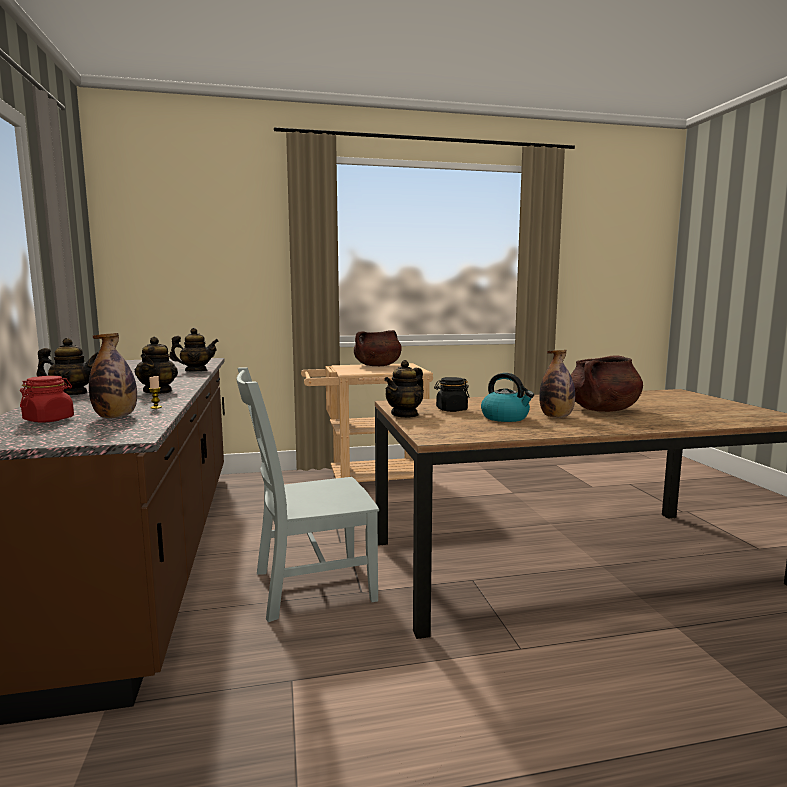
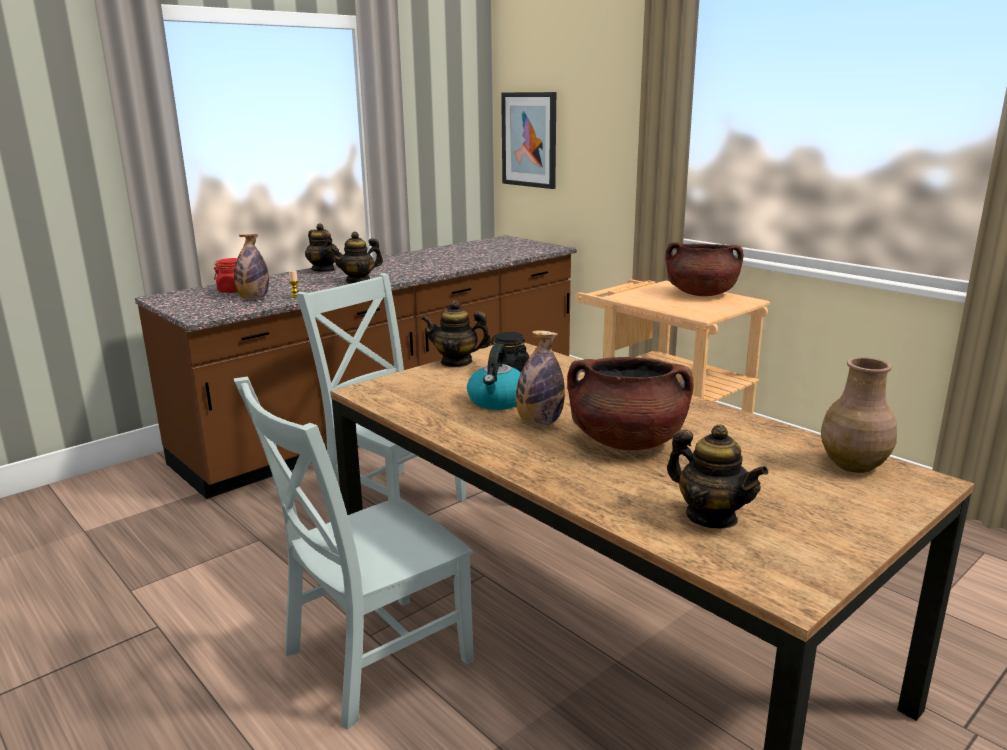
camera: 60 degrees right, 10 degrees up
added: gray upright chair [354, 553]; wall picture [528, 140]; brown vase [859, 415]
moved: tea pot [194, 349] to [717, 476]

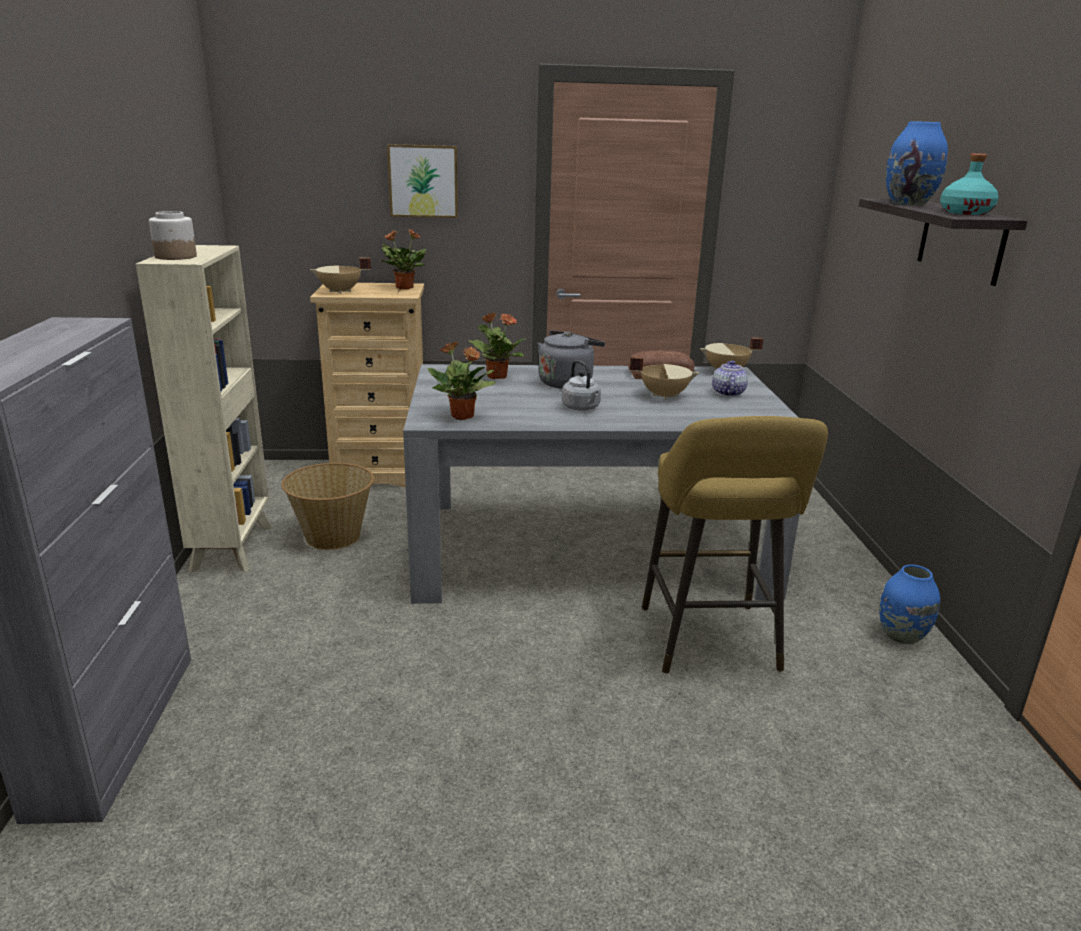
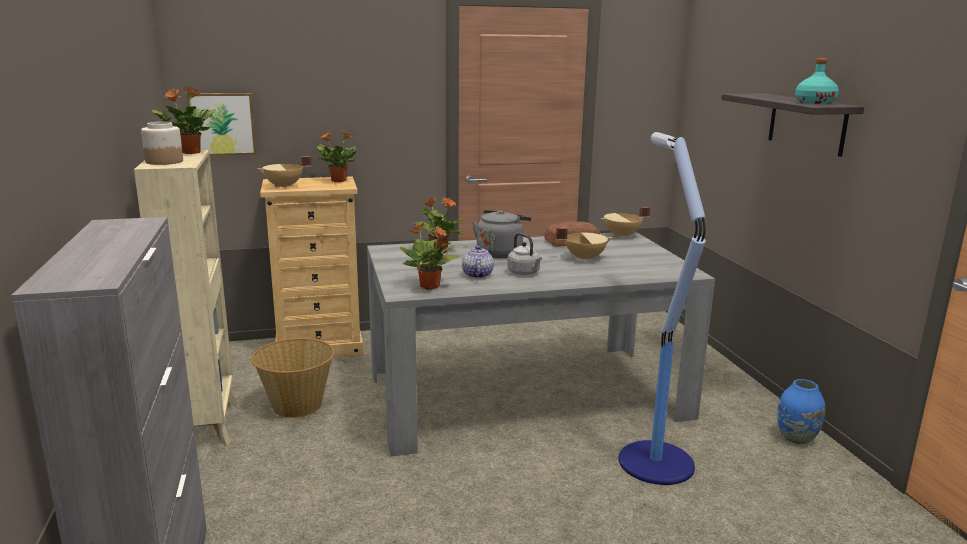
camera: 10 degrees left, 5 degrees down
removed: blue-coloured vase [917, 163]
added: potted plant [184, 120]
moved: wall picture [422, 181] to [222, 124]; tea pot [730, 378] to [478, 261]
replaced: yellowish sitting stool [735, 544] to standing lamp [662, 308]

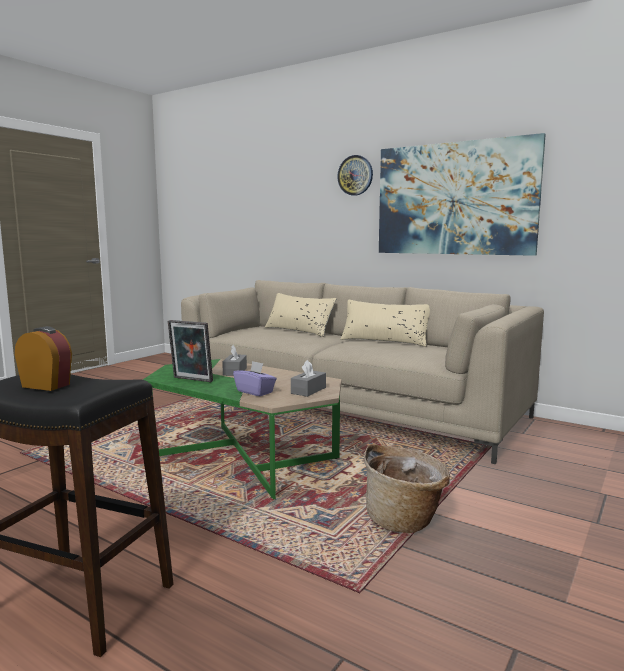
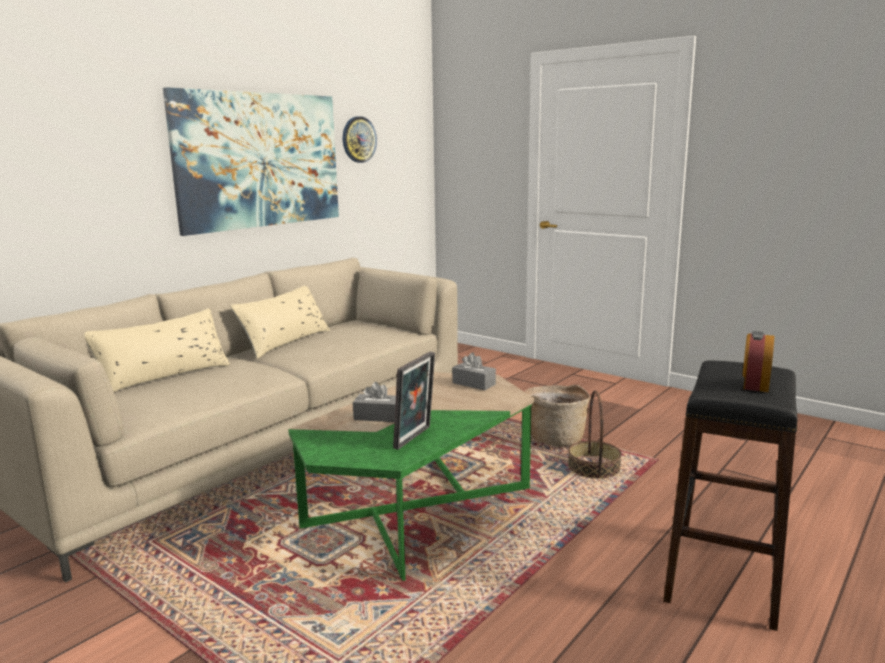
camera: 85 degrees left, 5 degrees up
removed: purple tissue holder [255, 378]
added: storage basket [595, 434]
moved: clock on the wall [355, 175] to [360, 139]

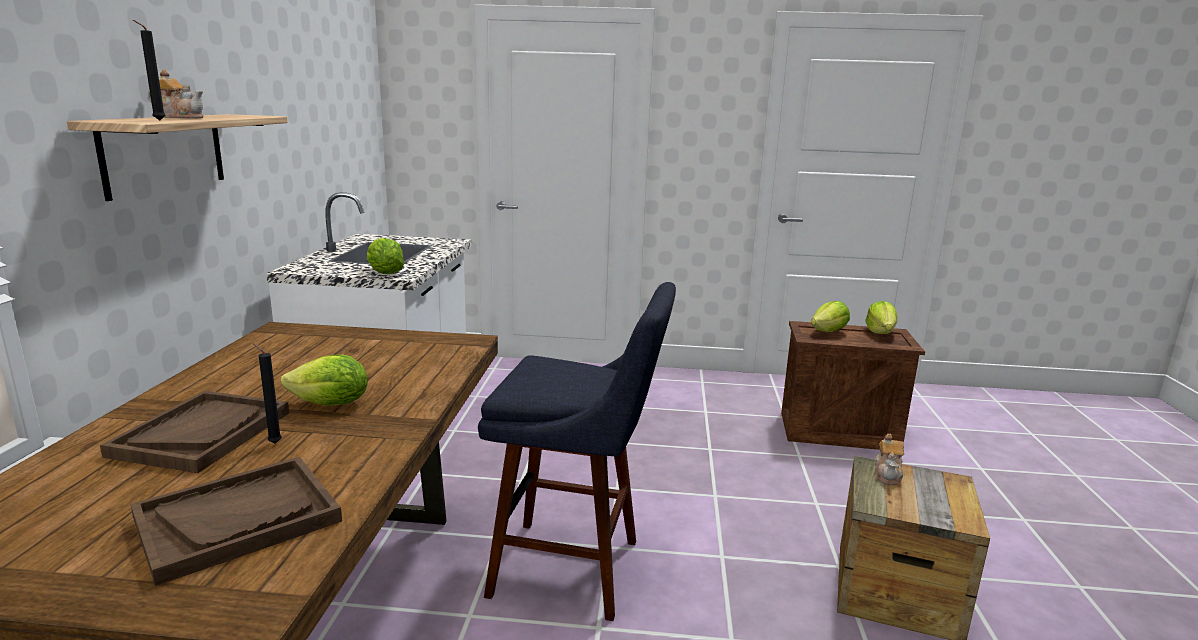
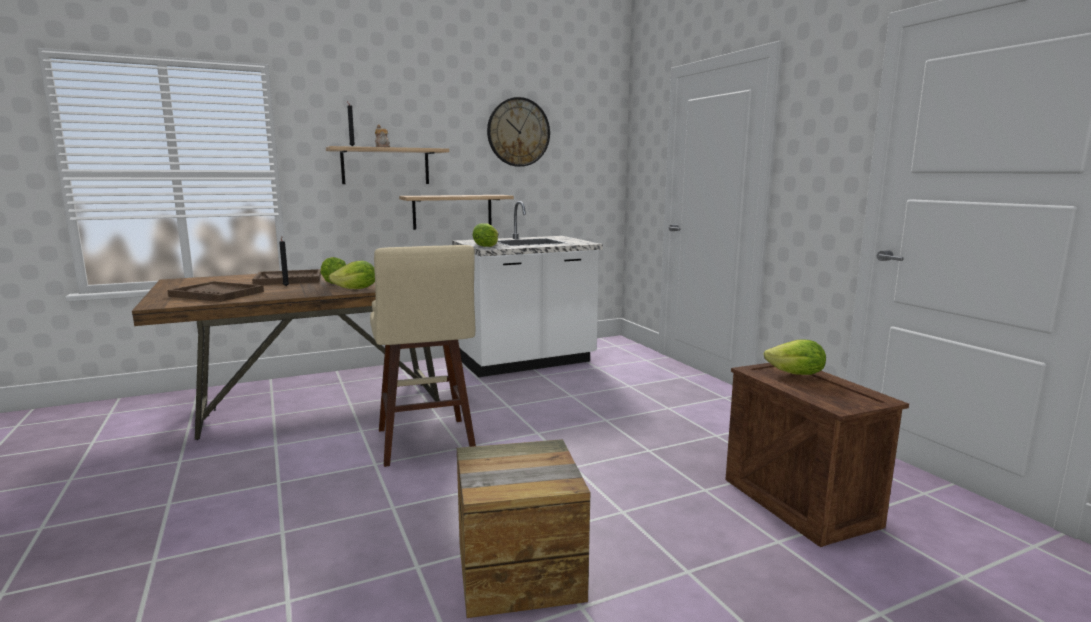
camera: 60 degrees right, 5 degrees down
removed: tea pot [889, 459]
added: wall shelf [456, 212]; clock on the wall [518, 132]
moved: lettuce [881, 317] to [351, 275]
recoloured: blue-coloured sitting stool [577, 451] to beige sitting stool [423, 356]

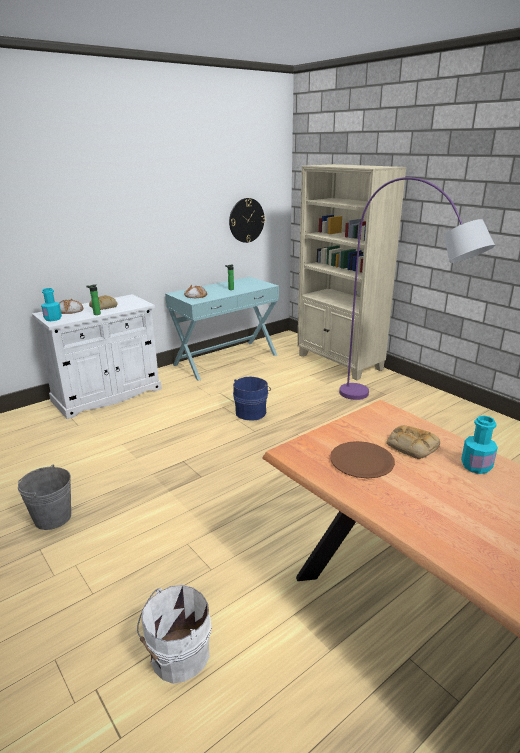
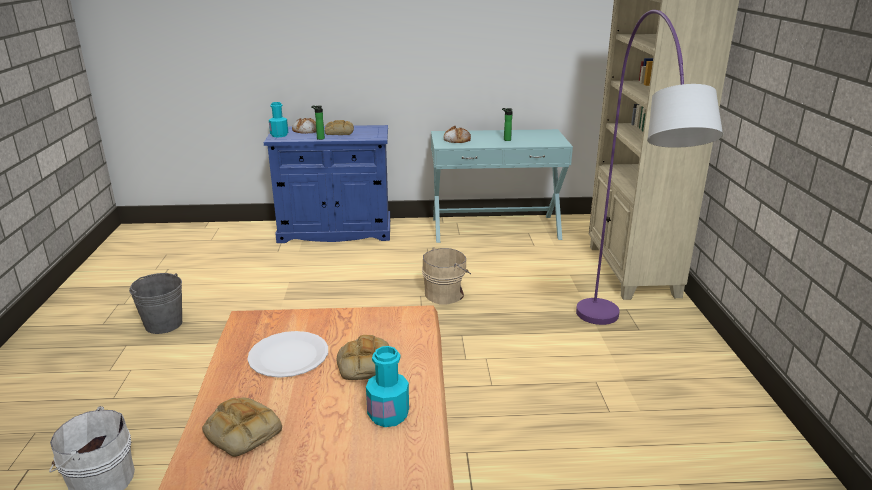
camera: 35 degrees right, 0 degrees up
removed: clock on the wall [247, 220]
added: bread [242, 427]
recoloured: white cupboard [97, 356] to blue-coloured cupboard [327, 184]; blue-coloured water bucket [252, 399] to beige water bucket [446, 275]; brown flat dish [362, 460] to white flat dish [287, 354]

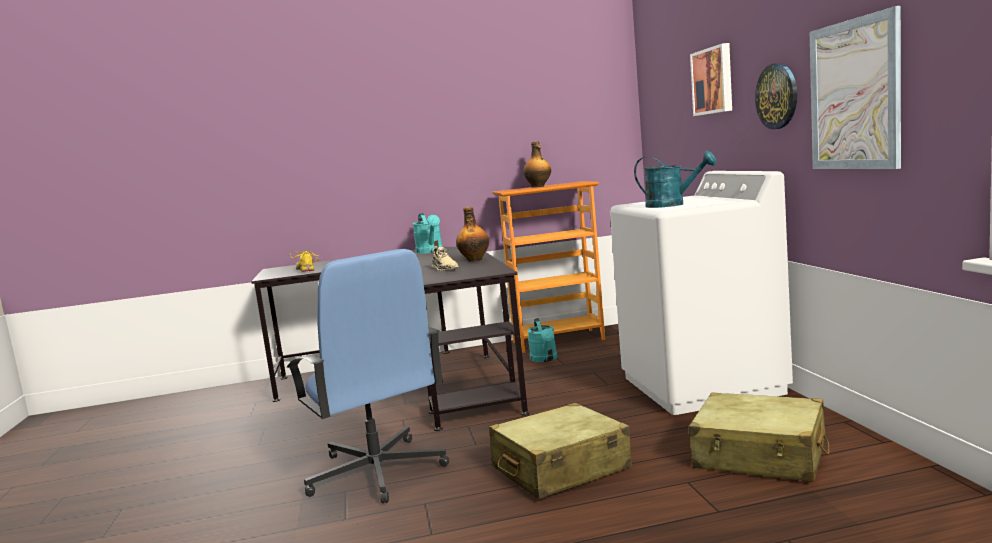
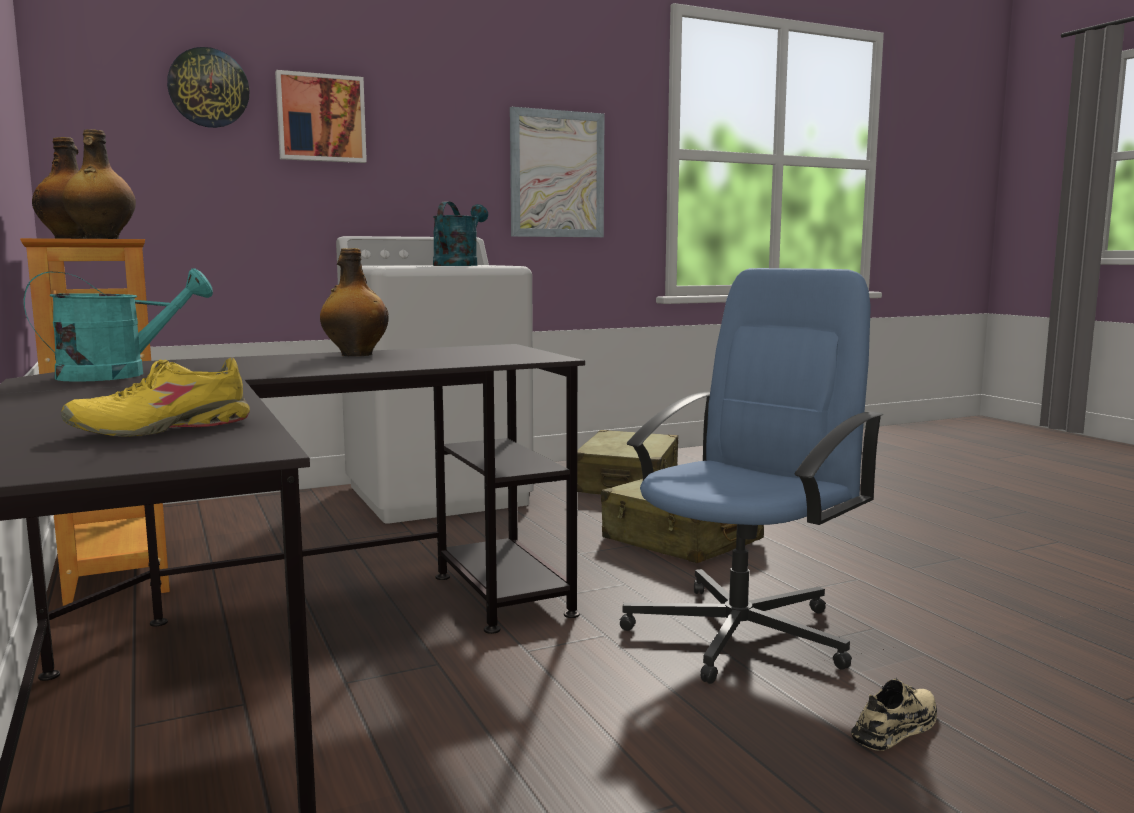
camera: 105 degrees left, 0 degrees up
removed: blue-green watering pot [542, 340]
added: drink bottle [99, 184]
moved: beige item of footwear [445, 258] to [894, 714]; clock on the wall [776, 96] to [208, 87]

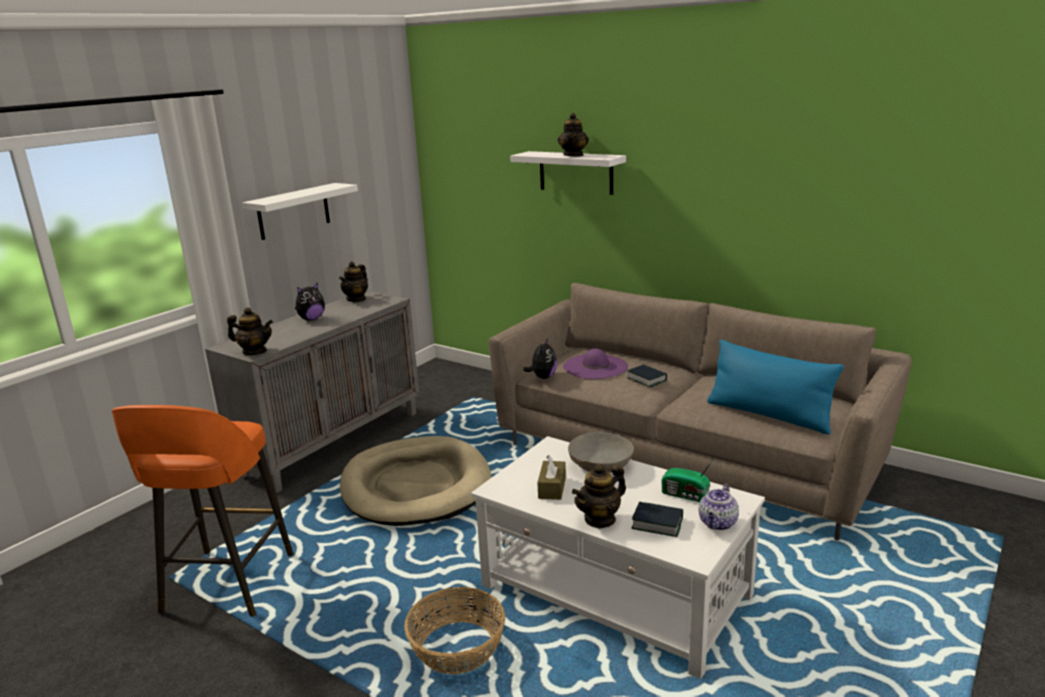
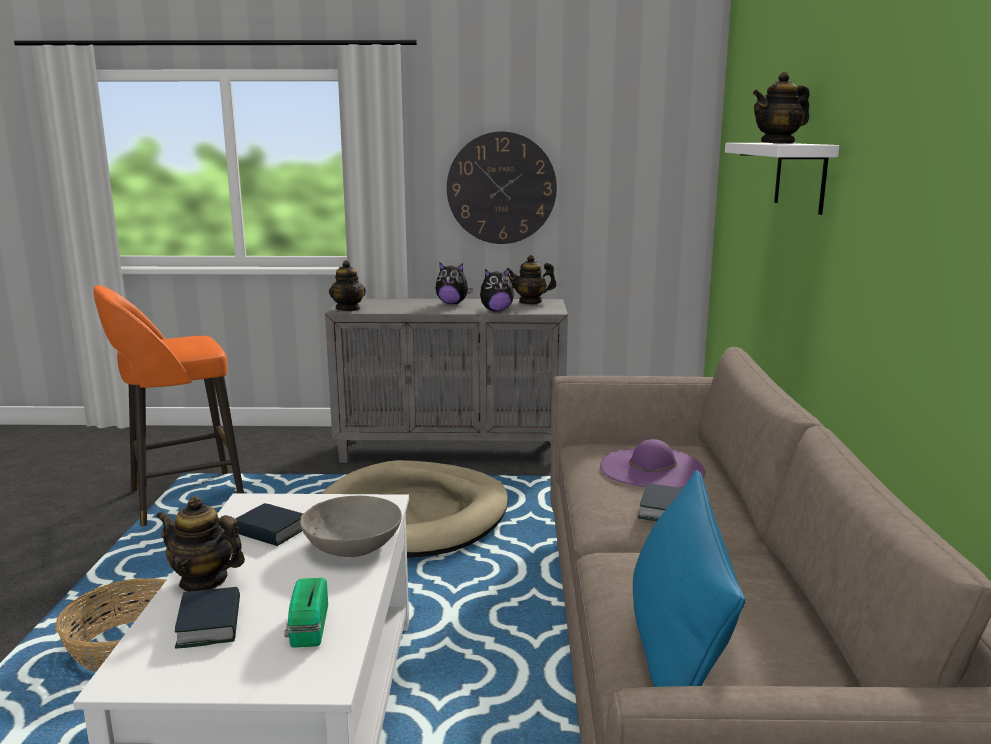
camera: 55 degrees right, 5 degrees down
removed: tea pot [718, 507]
moved: cuddly toy [540, 358] to [497, 290]
replaced: white wall shelf [300, 211] to clock on the wall [502, 187]; brown tissue holder [551, 477] to bound book [269, 524]

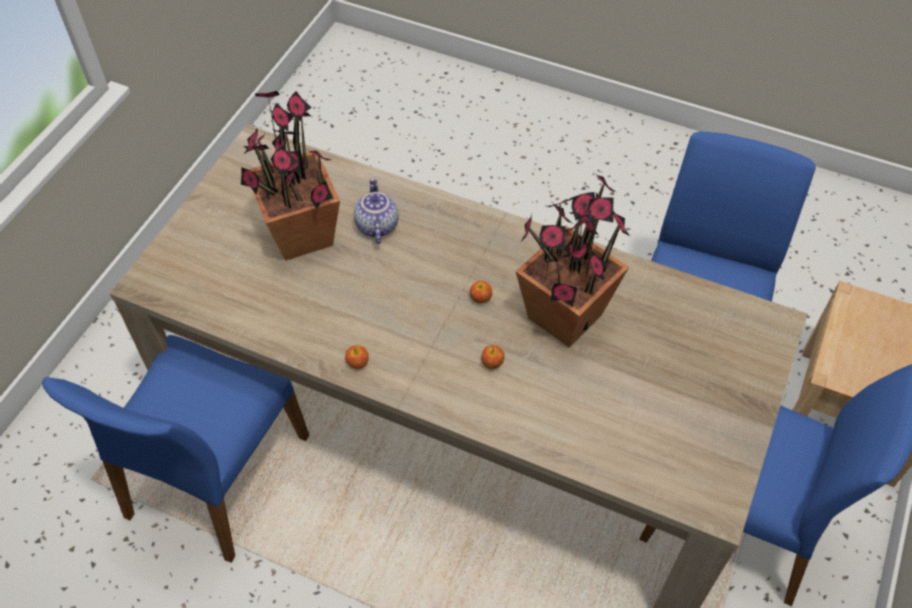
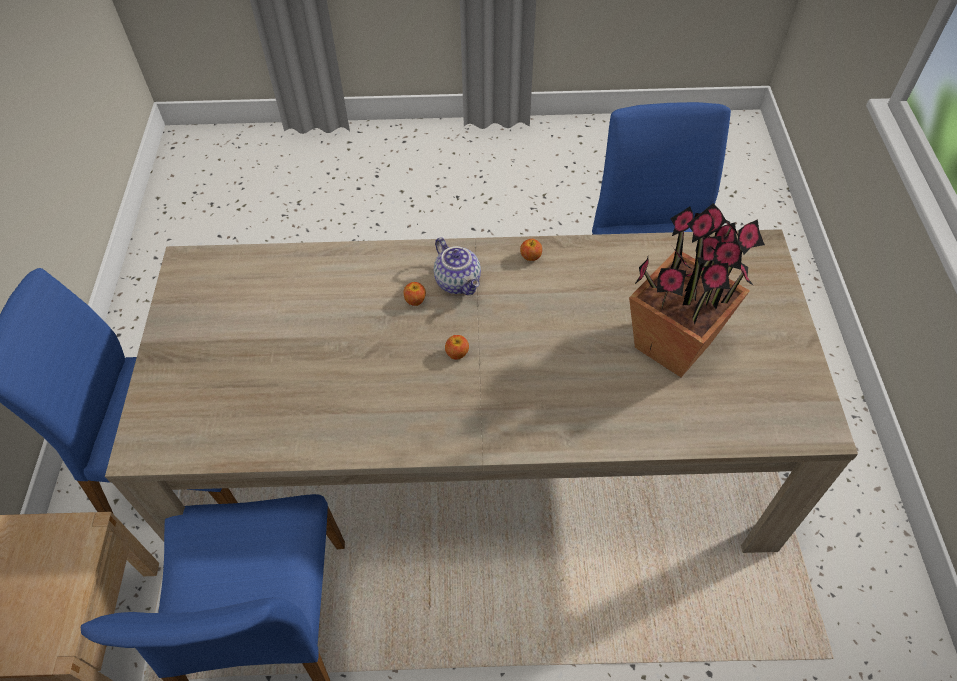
camera: 155 degrees right, 0 degrees up
removed: potted plant [572, 261]
moved: tea pot [376, 210] to [457, 266]

